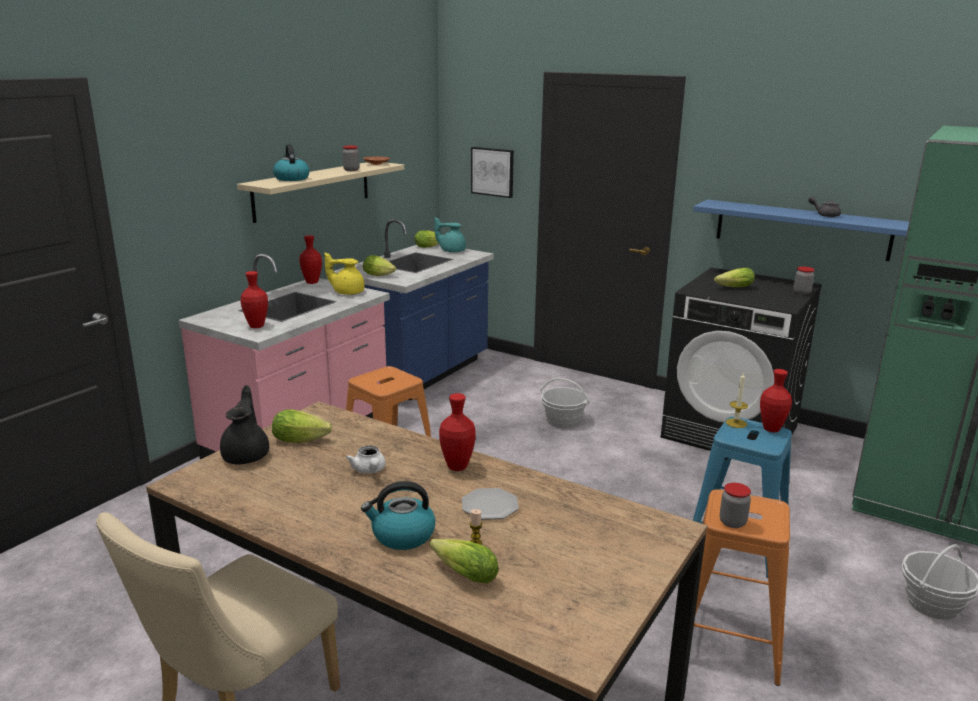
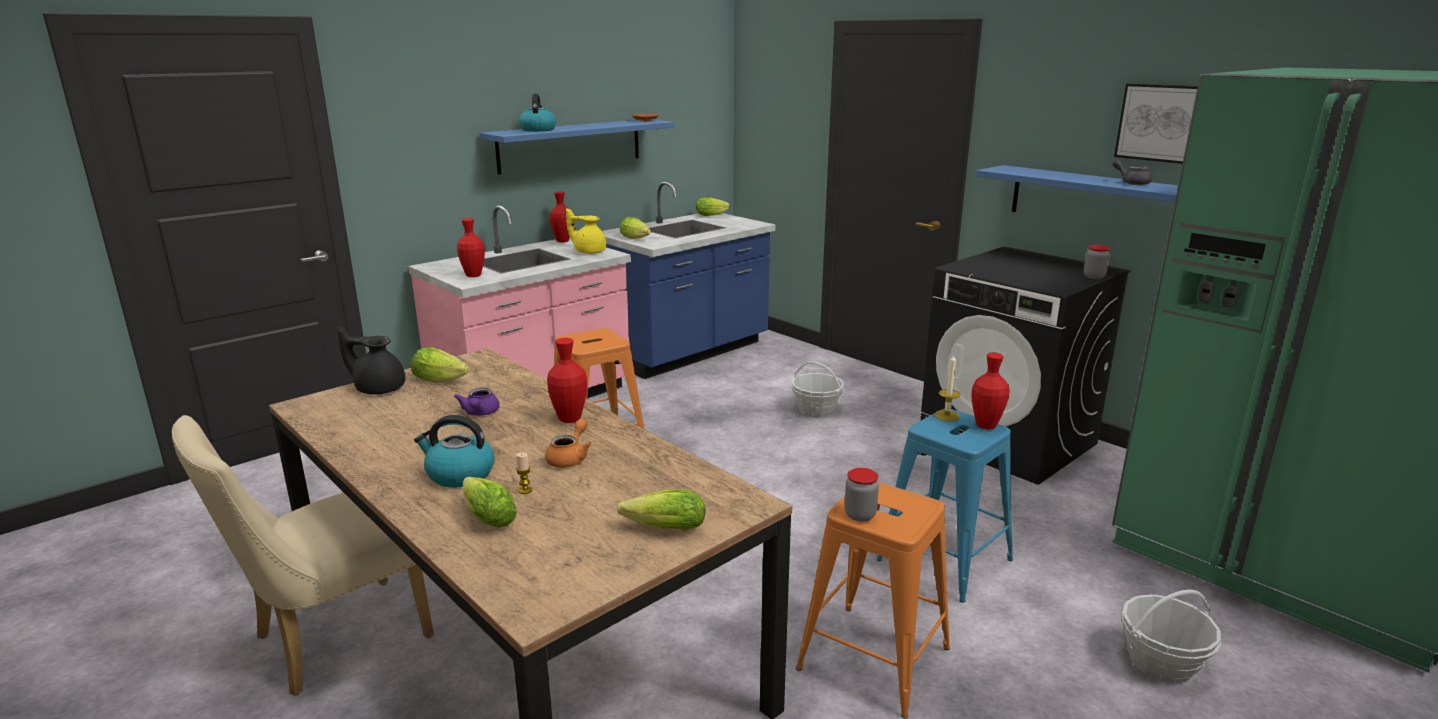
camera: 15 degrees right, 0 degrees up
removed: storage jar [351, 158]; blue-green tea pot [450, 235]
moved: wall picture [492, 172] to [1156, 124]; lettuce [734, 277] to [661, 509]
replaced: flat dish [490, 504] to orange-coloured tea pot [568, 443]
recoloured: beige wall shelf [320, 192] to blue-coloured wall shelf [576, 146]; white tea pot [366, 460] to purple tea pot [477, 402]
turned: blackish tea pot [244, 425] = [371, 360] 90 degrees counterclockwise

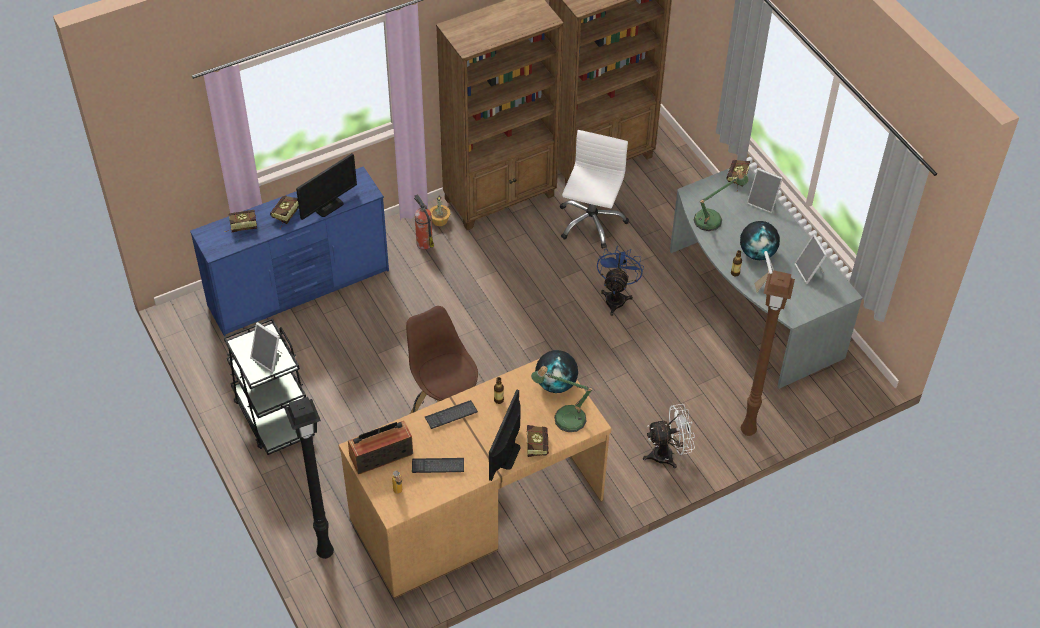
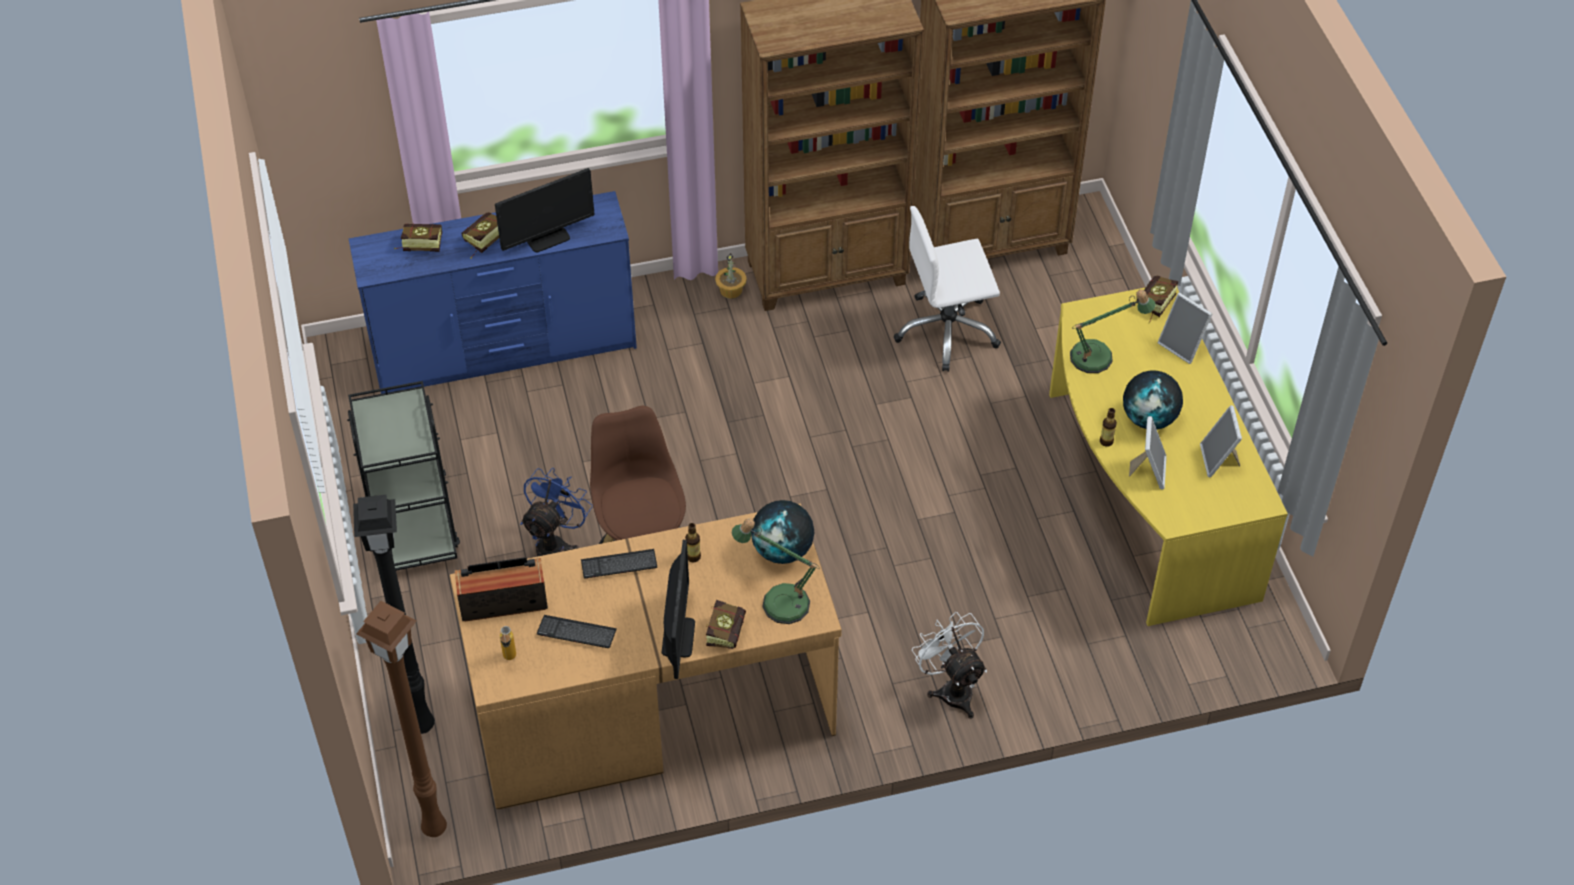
camera: 15 degrees right, 0 degrees up
removed: picture frame [266, 347]; fire extinguisher [424, 221]
moved: blue-coloured fan [620, 281] to [556, 512]; brown standing lamp [768, 353] to [401, 719]
recoloured: gray desk [766, 278] to yellowish desk [1168, 456]
turned: computer screen [505, 435] = [678, 609] 150 degrees clockwise; white computer chair [594, 189] = [947, 289] 135 degrees counterclockwise; white fan [669, 436] = [949, 665] 120 degrees counterclockwise

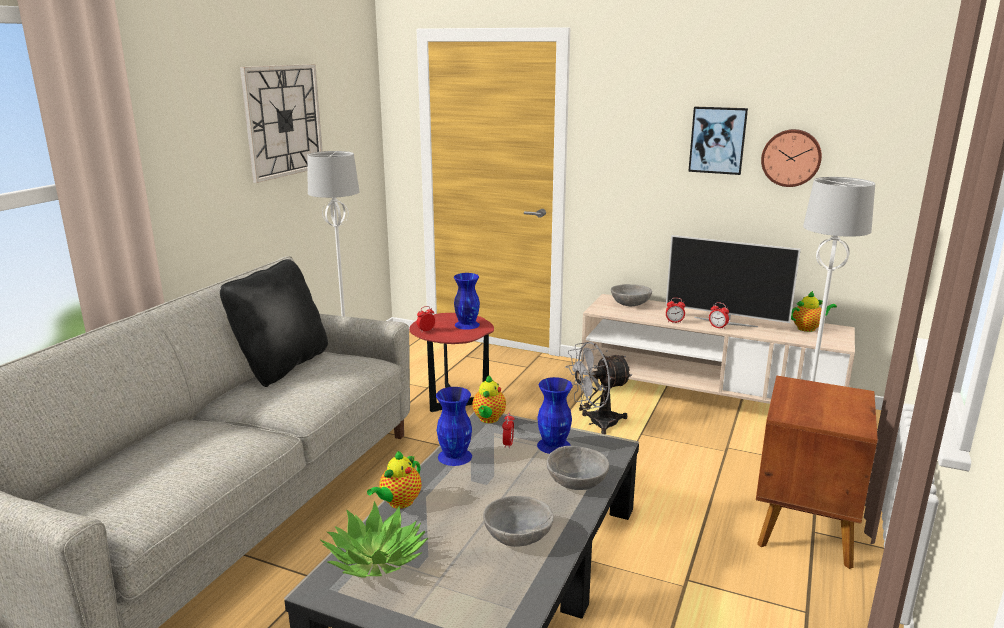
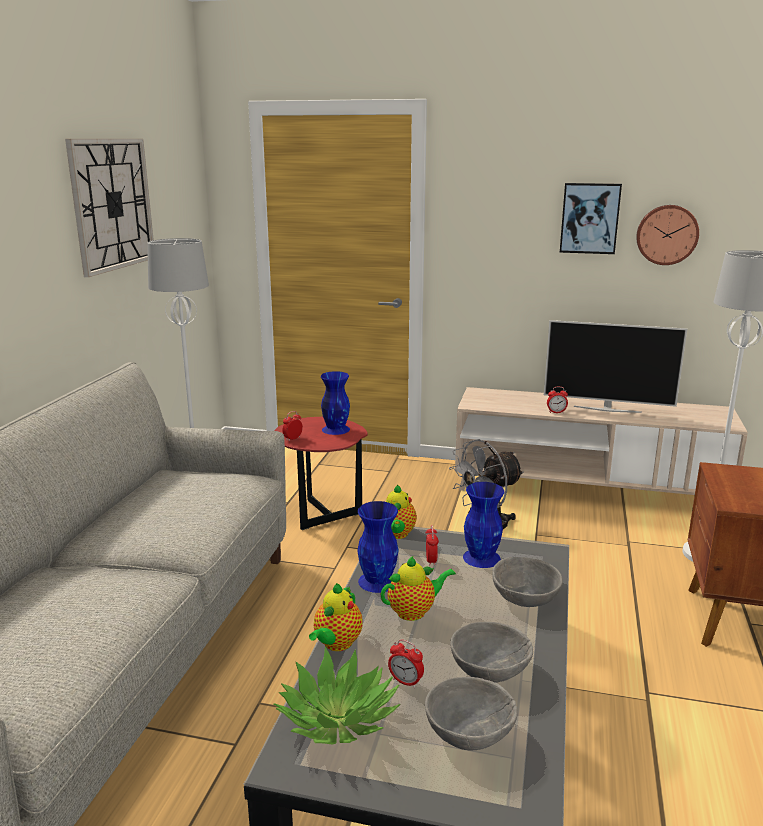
camera: 10 degrees left, 0 degrees up
removed: blackish pillow [274, 323]
moved: gray bowl [631, 295] to [471, 713]; table clock [719, 315] to [406, 663]; tea pot [814, 311] to [418, 588]

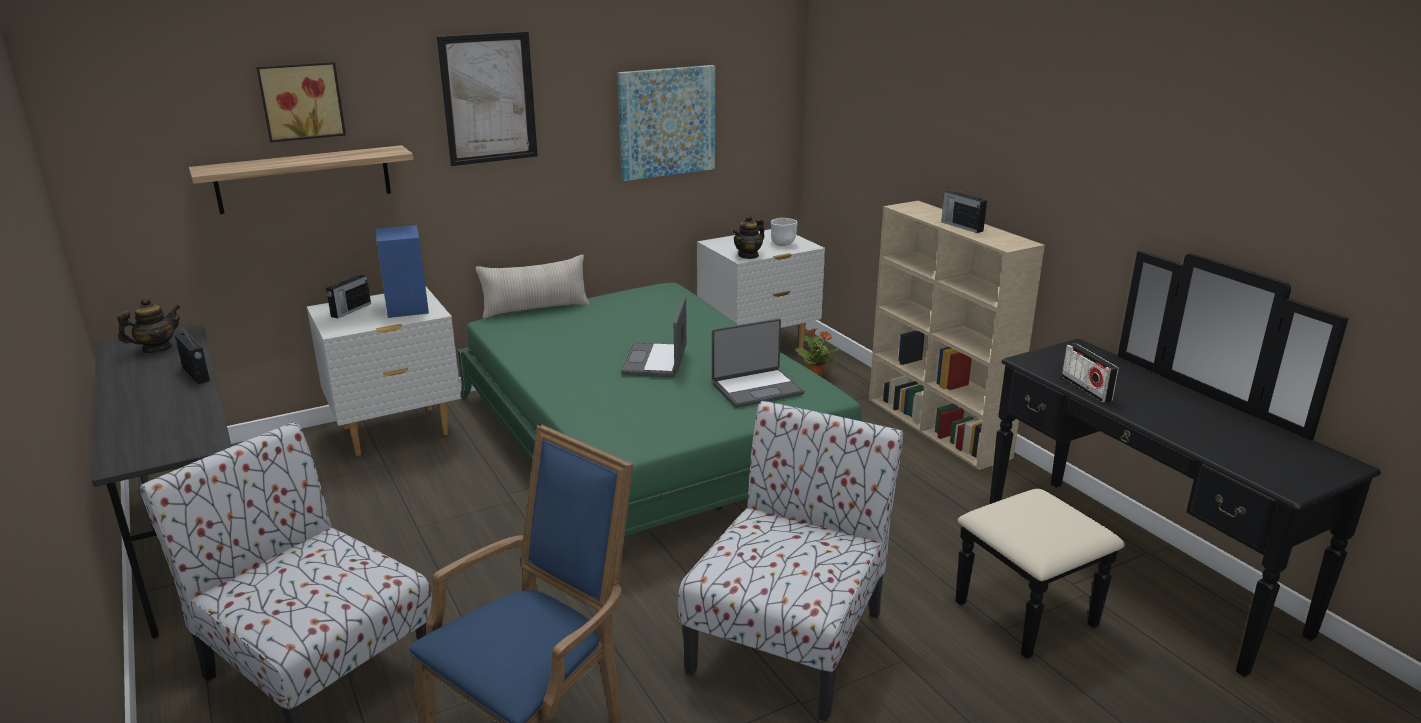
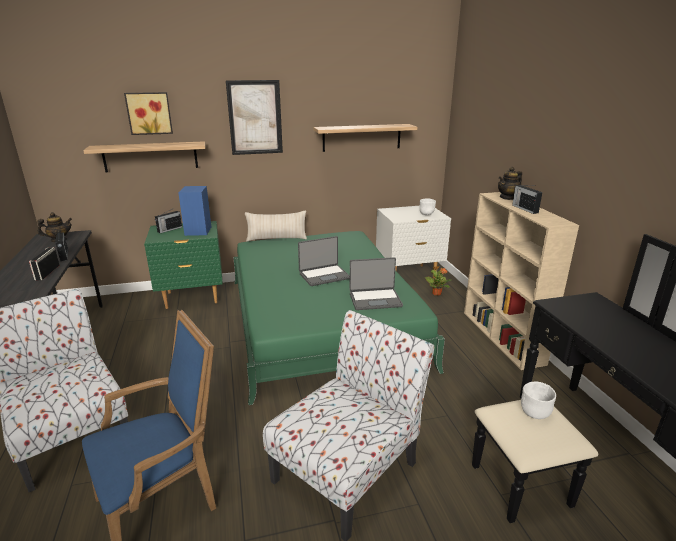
camera: 15 degrees right, 0 degrees up
added: white bowl [538, 400]
moved: tea pot [749, 237] to [510, 183]; radio [1090, 373] to [44, 264]
replaced: wall picture [666, 123] to wall shelf [365, 138]
recoloured: white bedside table [384, 371] to green bedside table [183, 265]
turned: portable computer [654, 337] = [324, 261] 135 degrees counterclockwise

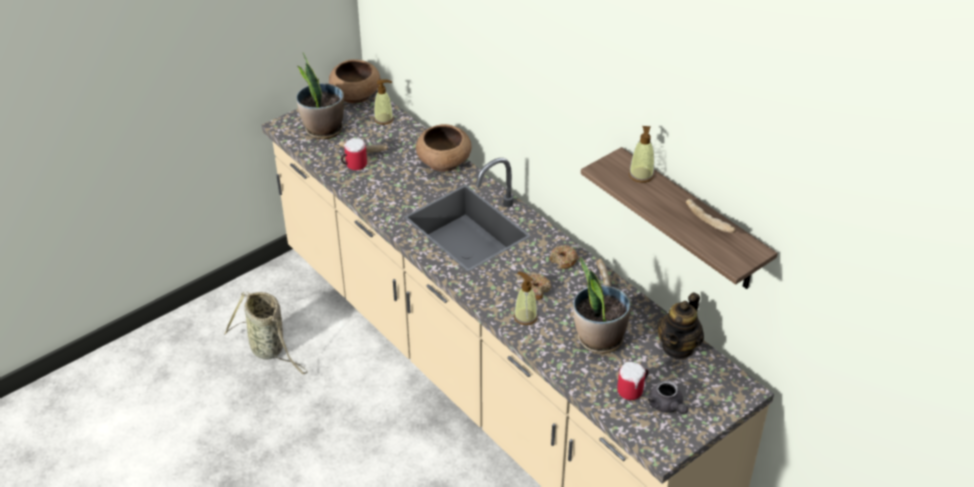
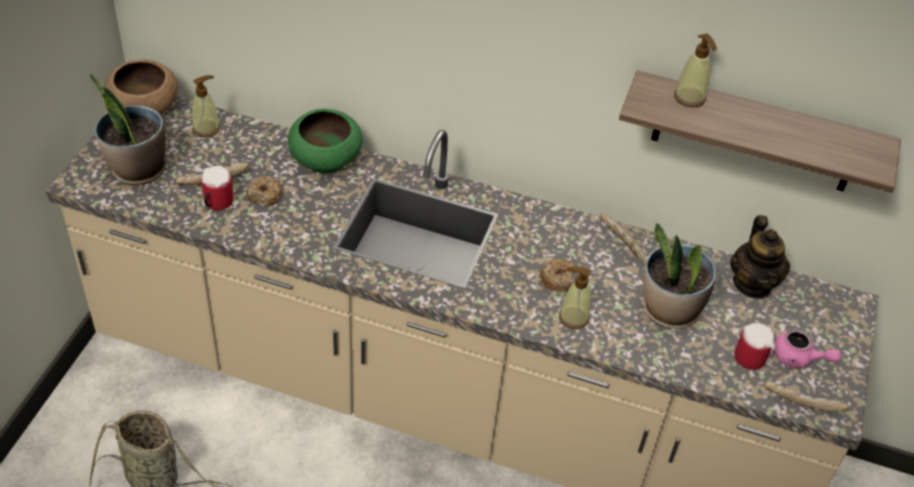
camera: 35 degrees left, 5 degrees up
moved: donut [564, 257] to [264, 191]; bread [711, 216] to [807, 396]
recoloured: brown bowl [443, 148] to green bowl [325, 141]; gray tea pot [668, 397] to pink tea pot [807, 348]

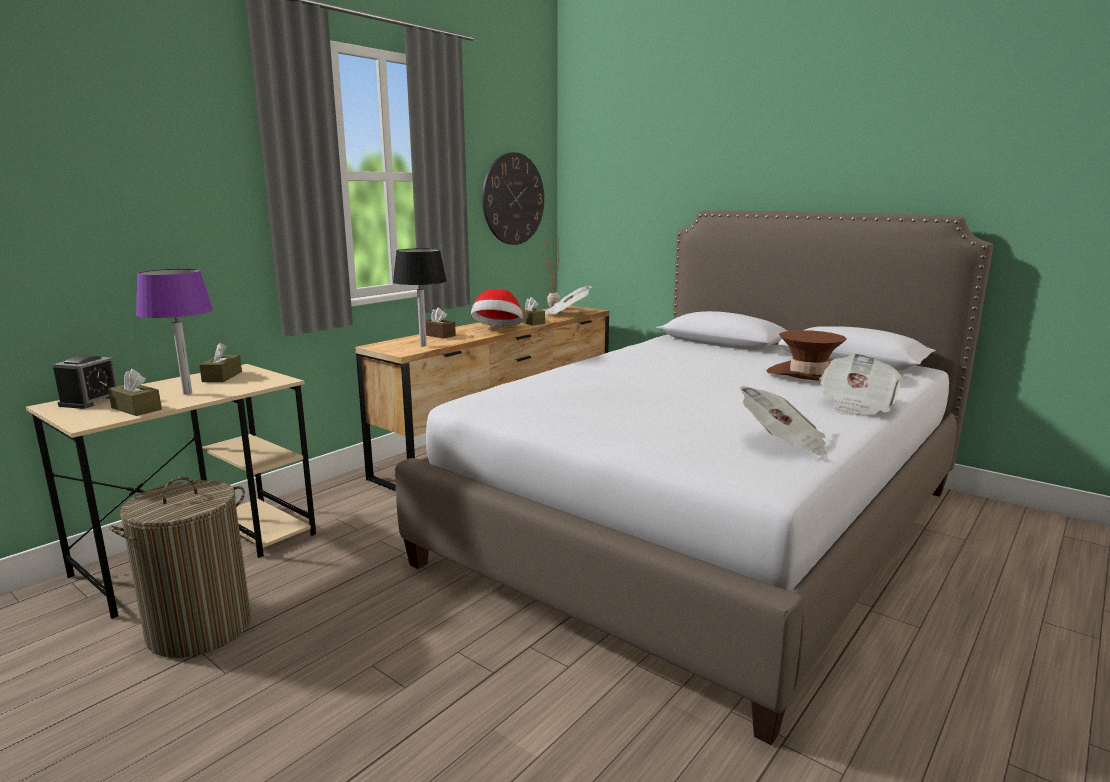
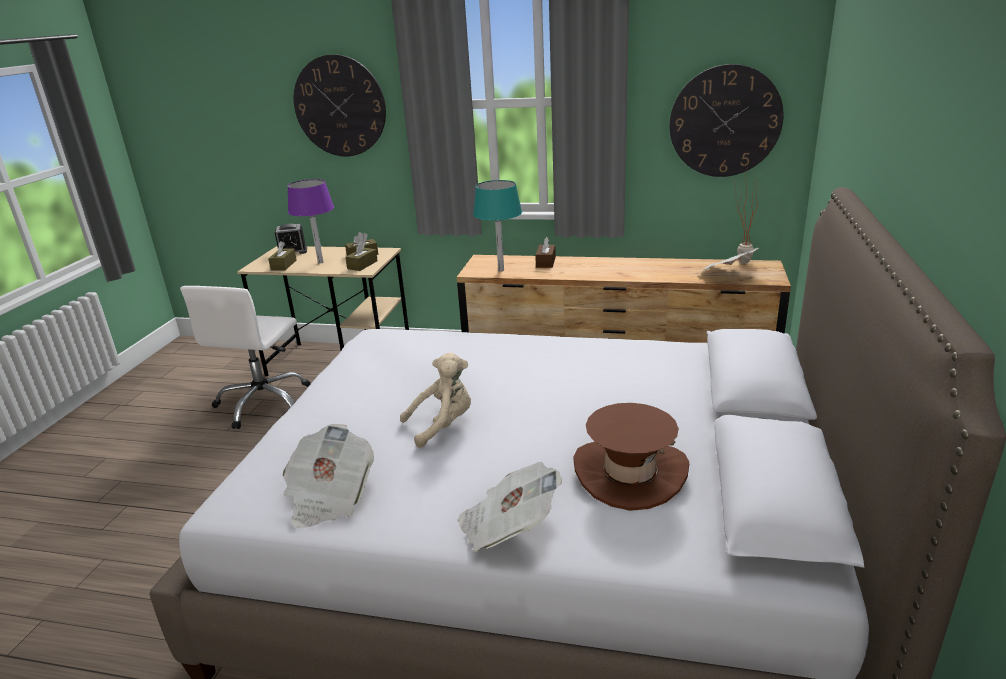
camera: 65 degrees right, 10 degrees up
removed: hat [497, 307]
added: clock on the wall [340, 105]; beige cuddly toy [435, 400]
moved: brown tissue holder [533, 311] to [361, 256]
replaced: washing basket [180, 567] to white computer chair [245, 357]
recoloured: blackish lamp for a table [420, 297] to blue-green lamp for a table [497, 225]

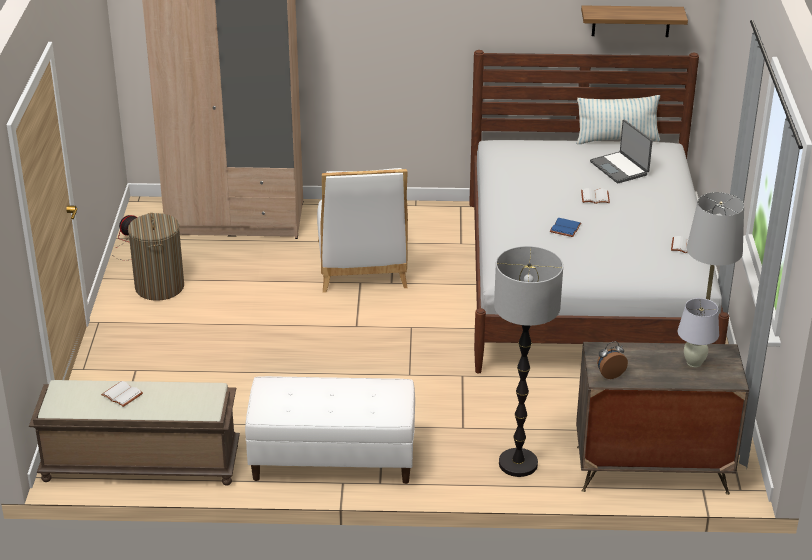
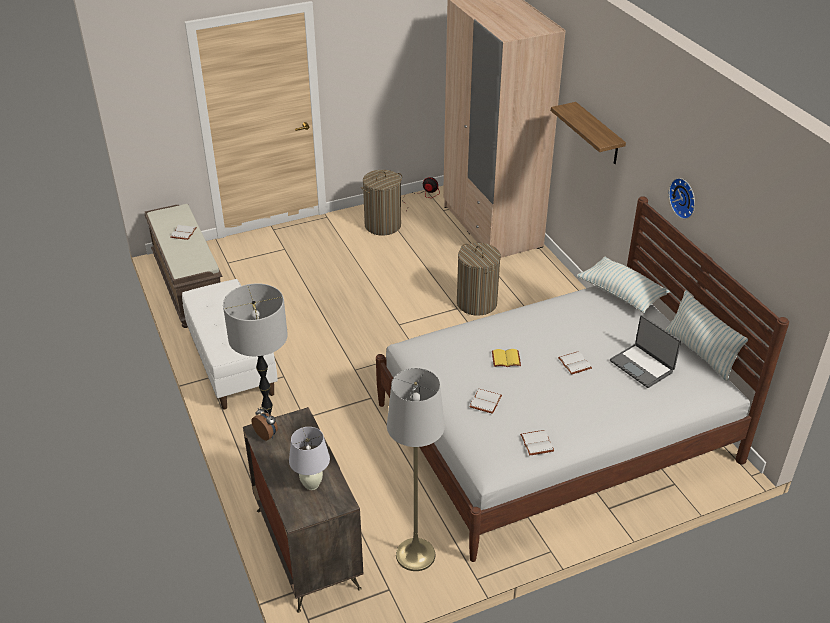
camera: 65 degrees right, 5 degrees up
added: white bound book [485, 401]; pillow [624, 285]; clock on the wall [682, 198]
moved: wall shelf [634, 21] to [588, 133]
replaced: white upright chair [362, 230] to washing basket [479, 279]
recoloured: blue-coloured bound book [566, 227] to yellowish bound book [506, 358]
turned: portable computer [621, 151] = [645, 351] 75 degrees counterclockwise

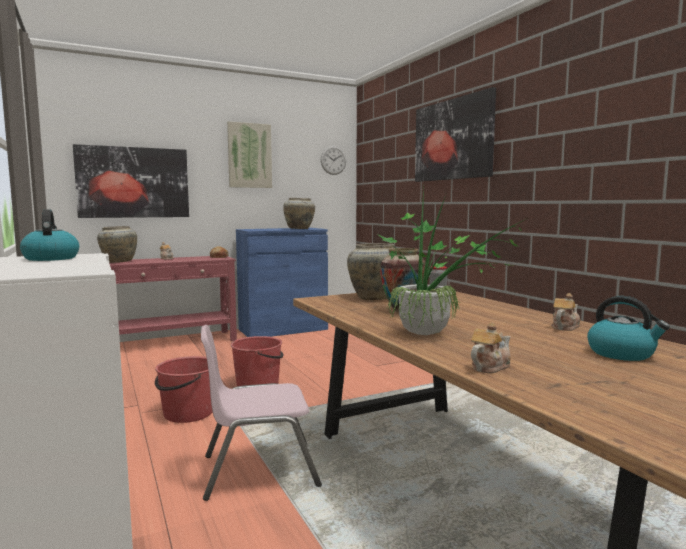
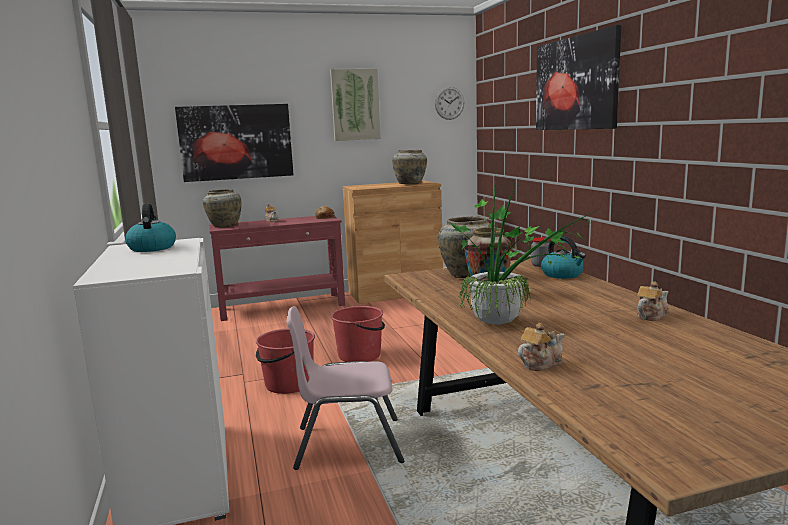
camera: 10 degrees right, 5 degrees up
moved: kettle [628, 328] to [563, 257]
recoloured: blue-coloured cupboard [282, 282] to brown cupboard [393, 242]

